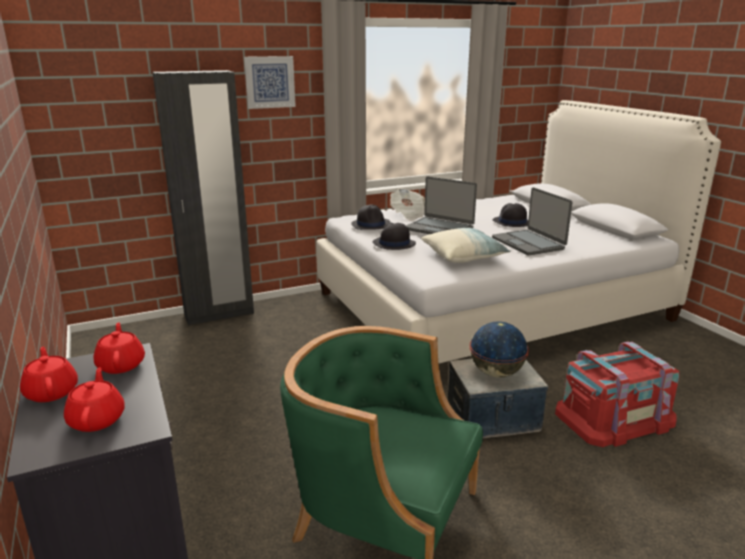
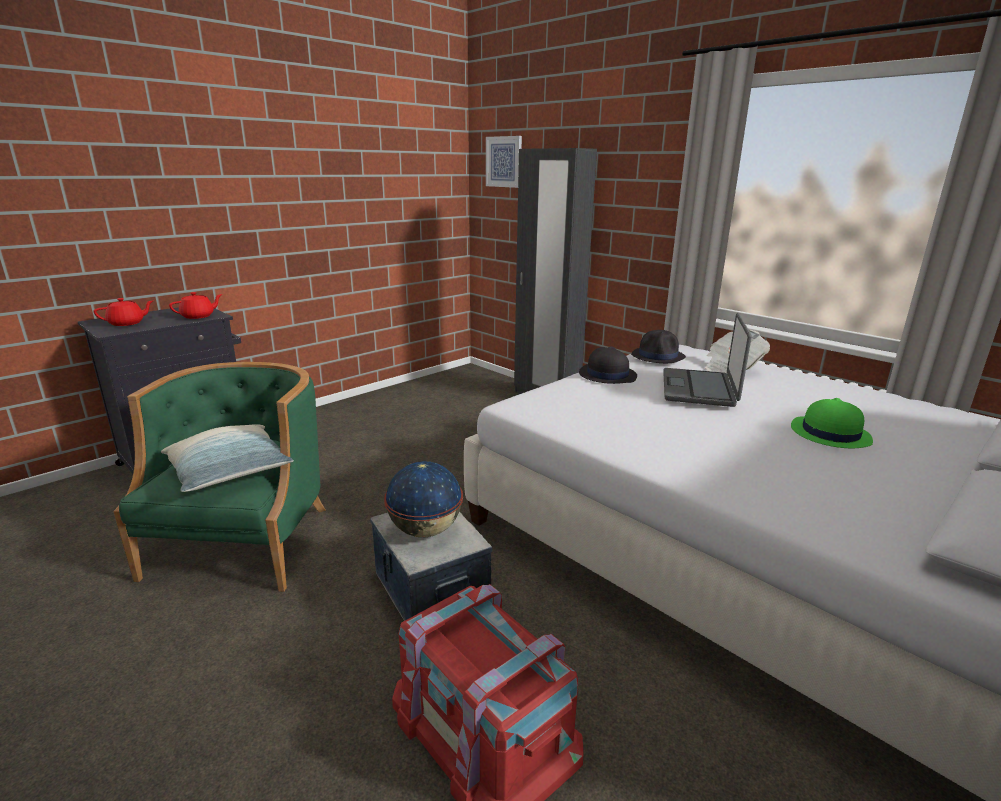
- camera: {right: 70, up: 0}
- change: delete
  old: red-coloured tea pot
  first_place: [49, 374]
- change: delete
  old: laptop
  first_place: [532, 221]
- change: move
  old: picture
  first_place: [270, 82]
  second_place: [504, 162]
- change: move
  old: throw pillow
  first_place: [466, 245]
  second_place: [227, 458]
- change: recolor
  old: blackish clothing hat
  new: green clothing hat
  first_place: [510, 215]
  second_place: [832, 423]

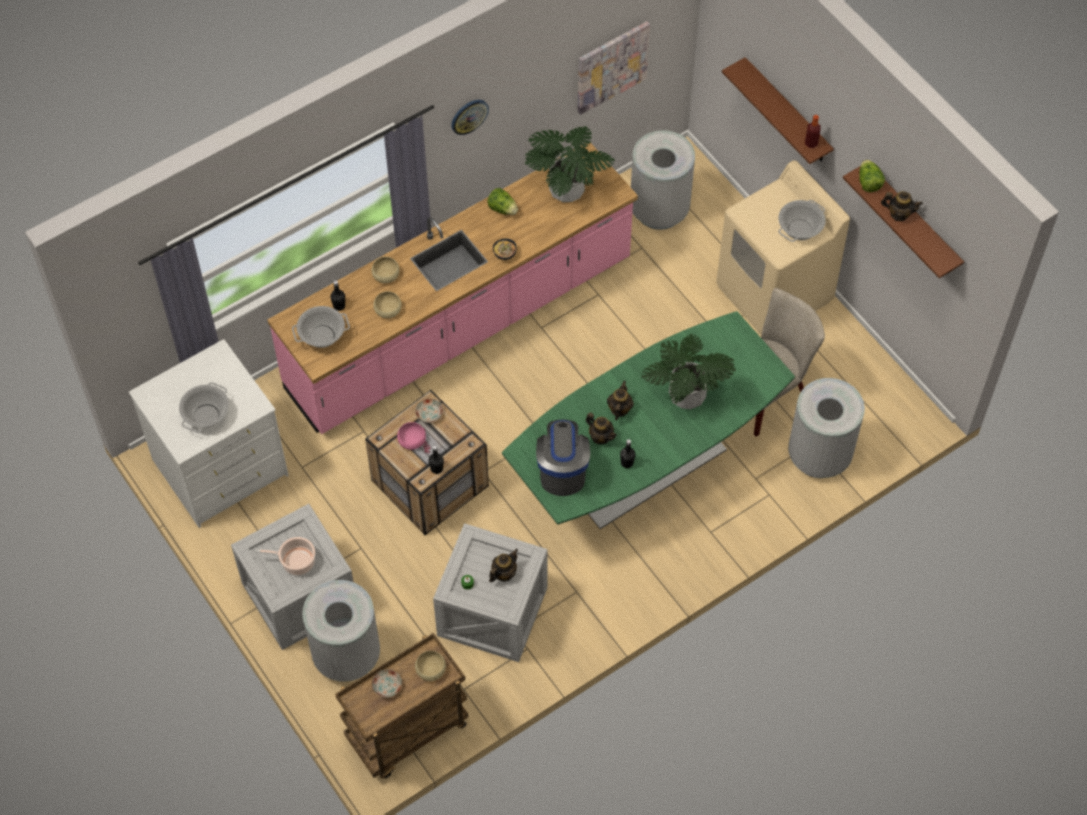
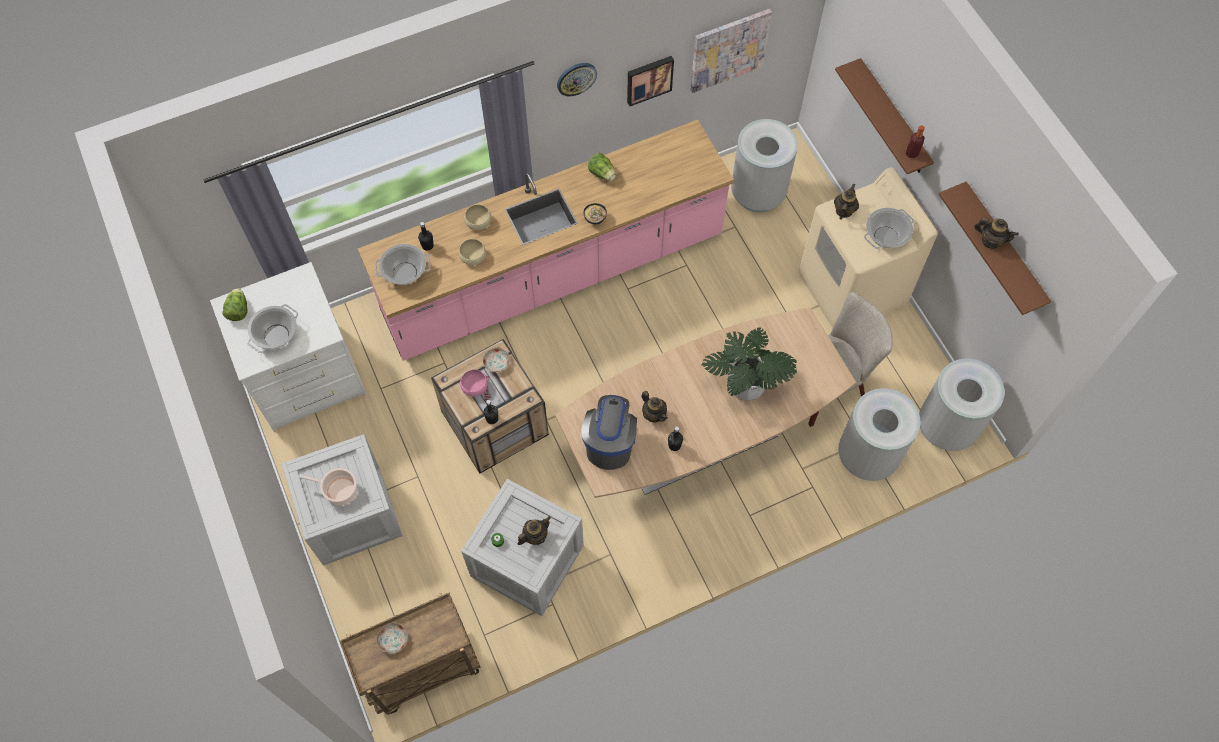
- camera: {right: 10, up: 5}
- change: delete
  old: sand-coloured serving bowl
  first_place: [430, 666]
- change: delete
  old: potted plant
  first_place: [570, 164]
- change: insert
  new: picture
  second_place: [650, 81]
- change: move
  old: grey trash can
  first_place: [341, 631]
  second_place: [961, 405]
- change: move
  old: tea pot
  first_place: [620, 400]
  second_place: [846, 202]
- change: move
  old: lettuce head
  first_place: [872, 176]
  second_place: [235, 304]
- change: recolor
  old: green kitchen table
  new: brownish kitchen table
  first_place: [648, 420]
  second_place: [705, 403]

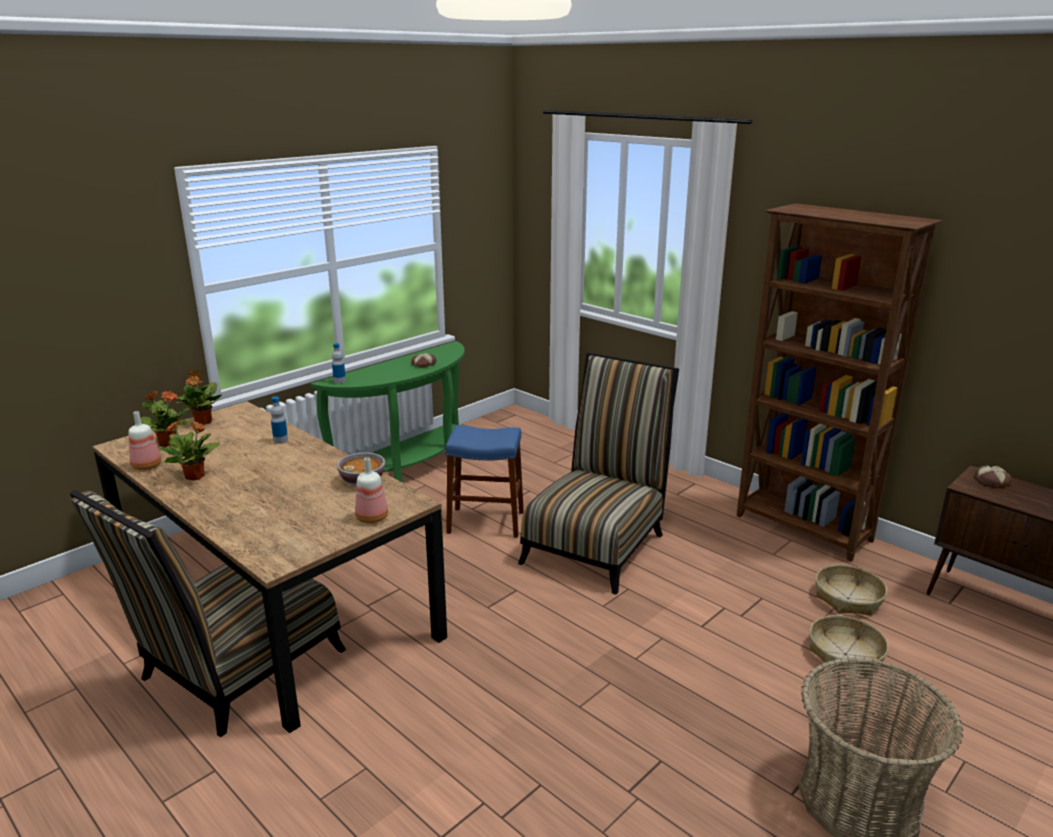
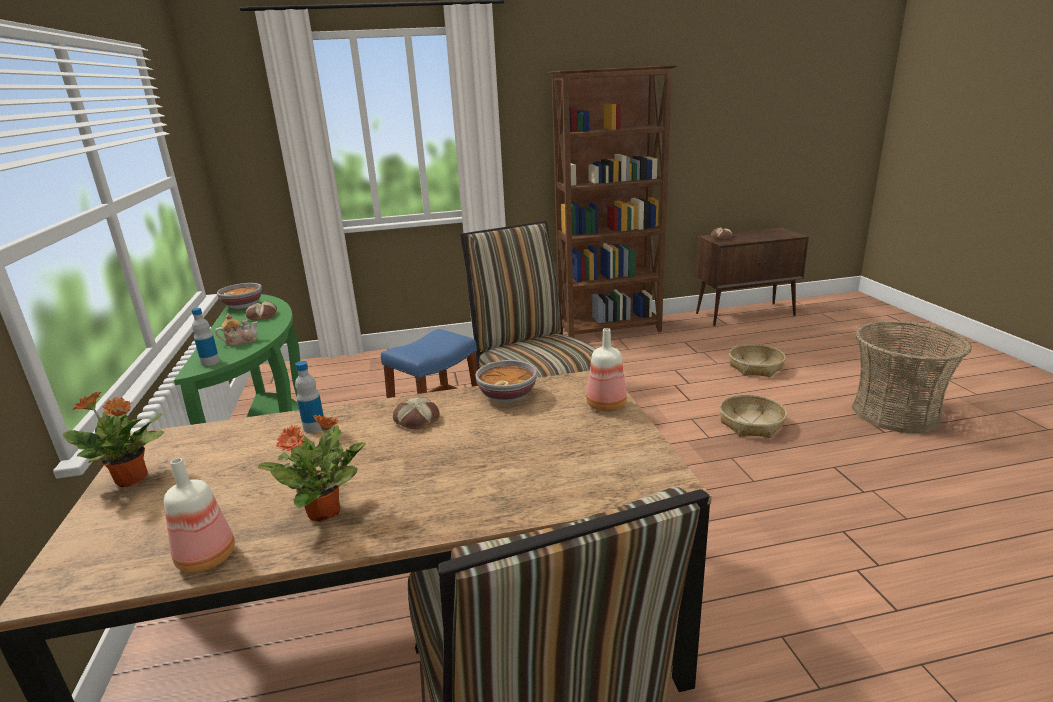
- camera: {right: -55, up: 0}
- change: delete
  old: potted plant
  first_place: [164, 419]
- change: insert
  new: tea pot
  second_place: [236, 330]
- change: insert
  new: serving bowl
  second_place: [239, 296]
- change: insert
  new: baked bread
  second_place: [416, 413]
- change: move
  old: storage basket
  first_place: [851, 590]
  second_place: [753, 416]

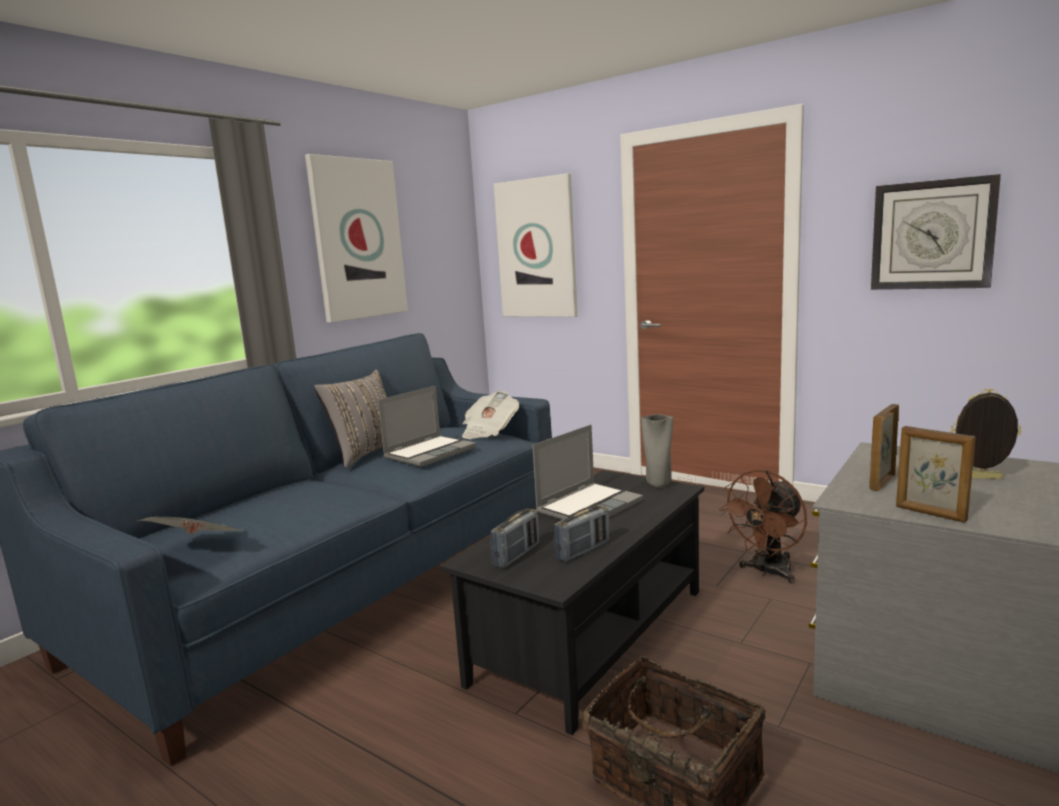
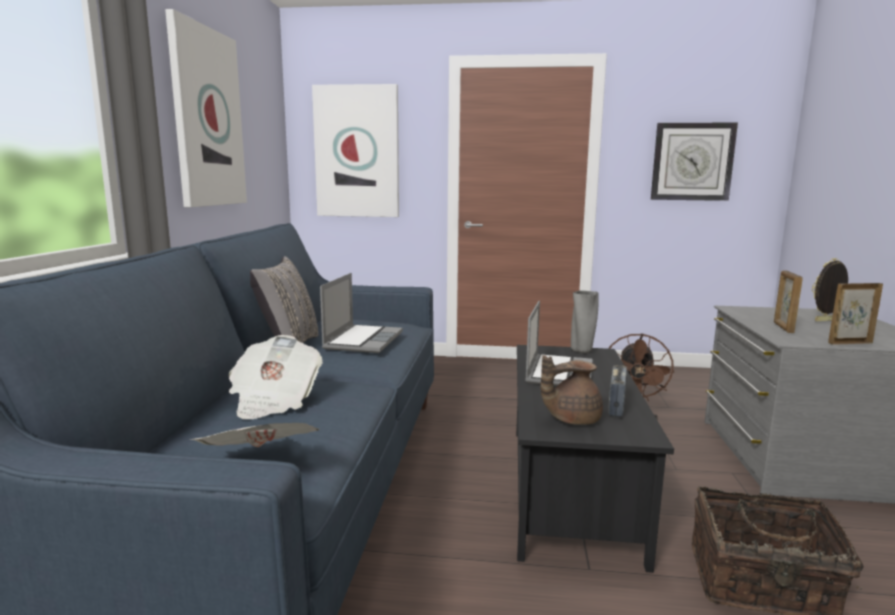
- camera: {right: -30, up: 0}
- change: move
  old: newspaper
  first_place: [490, 415]
  second_place: [275, 377]
- change: replace
  old: radio receiver
  new: brownish tea pot
  first_place: [514, 538]
  second_place: [572, 390]
- change: rotate
  old: standing frame
  first_place: [936, 474]
  second_place: [855, 314]
  degrees: 150

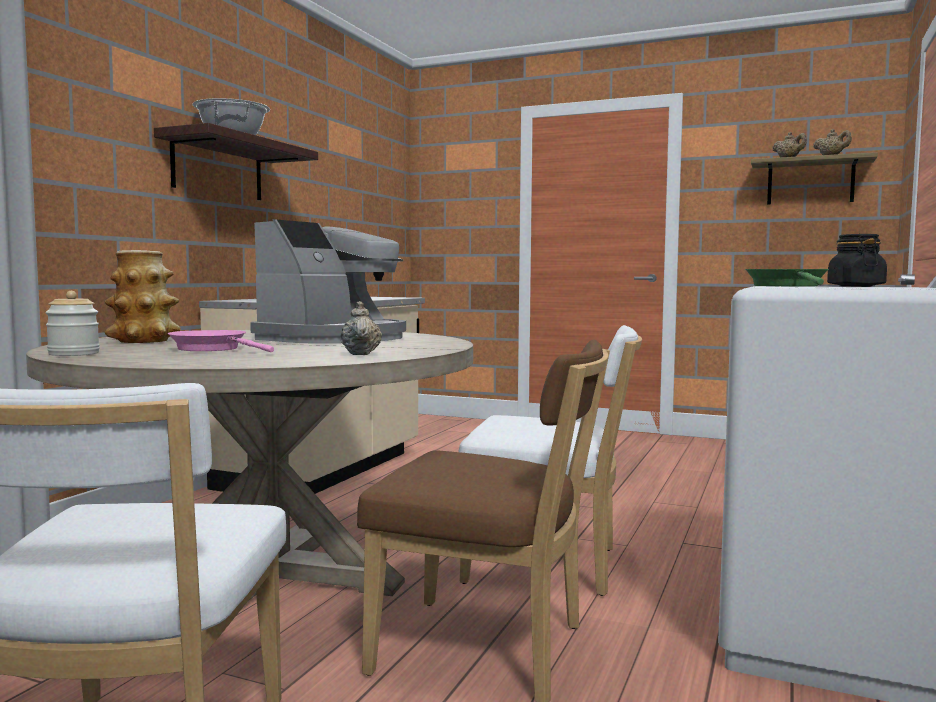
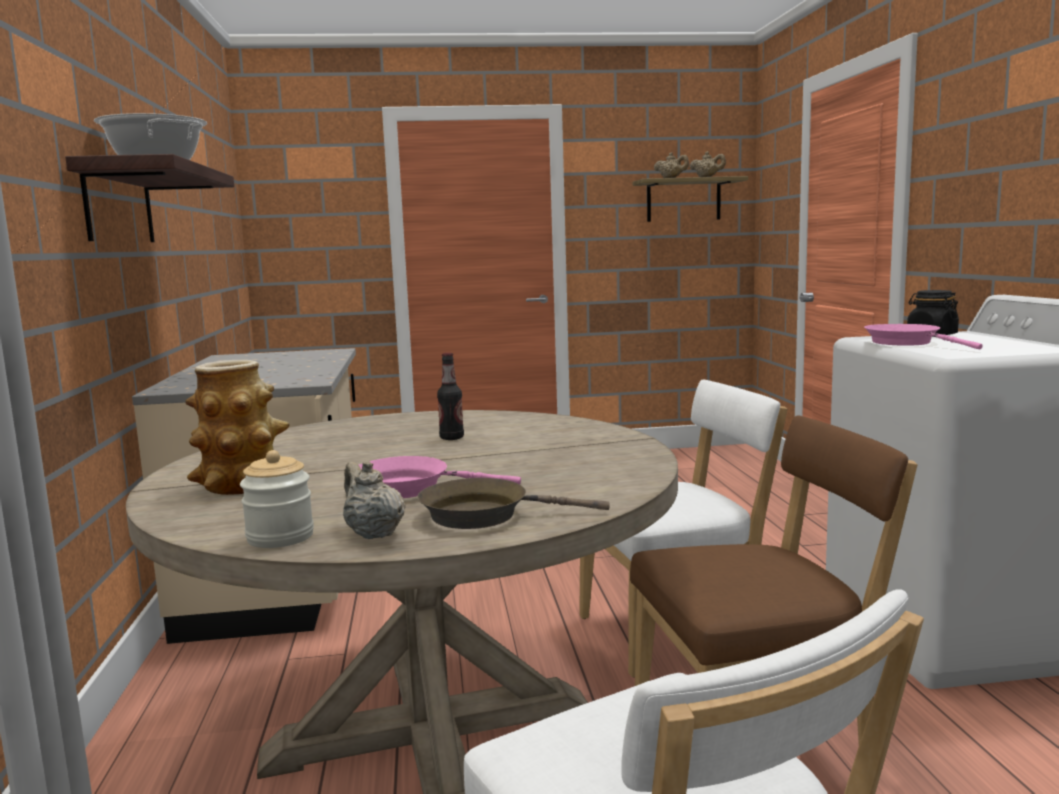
- camera: {right: -30, up: 5}
- change: insert
  new: brownish frying pan
  second_place: [514, 503]
- change: move
  old: sand-coloured tea pot
  first_place: [361, 328]
  second_place: [374, 499]
- change: replace
  old: coffee machine
  new: bottle
  first_place: [328, 281]
  second_place: [450, 396]
- change: recolor
  old: green frying pan
  new: pink-coloured frying pan
  first_place: [787, 278]
  second_place: [923, 336]

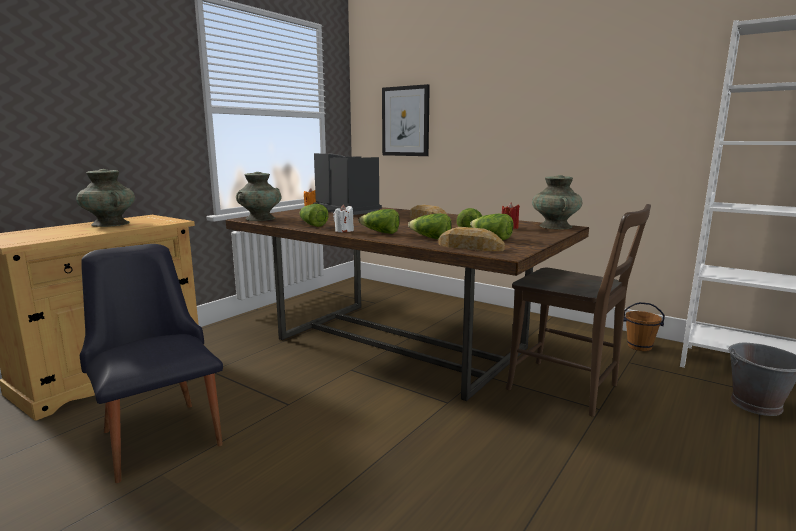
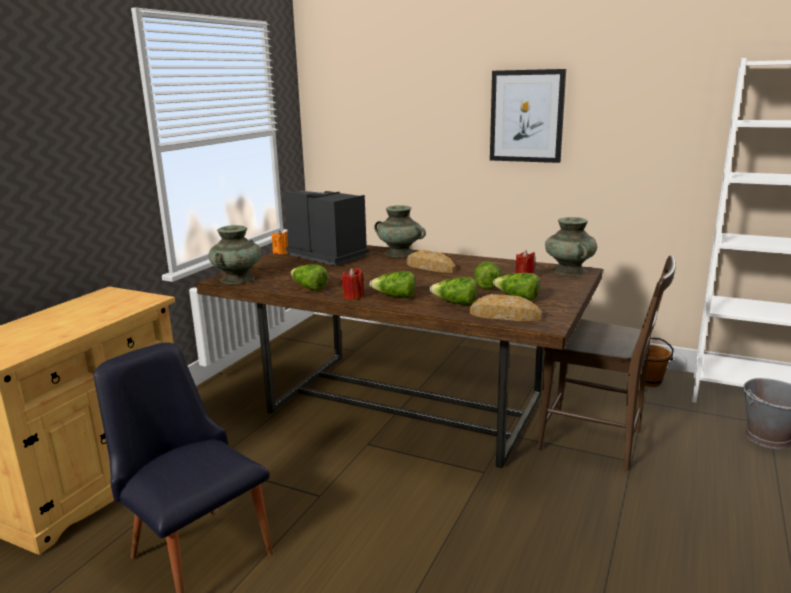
- camera: {right: -10, up: 5}
- change: move
  old: blue-green decorative vase
  first_place: [105, 198]
  second_place: [400, 231]
- change: move
  old: picture
  first_place: [406, 120]
  second_place: [528, 116]
- change: recolor
  old: whitish wax candle
  new: red-coloured wax candle
  first_place: [343, 218]
  second_place: [352, 284]

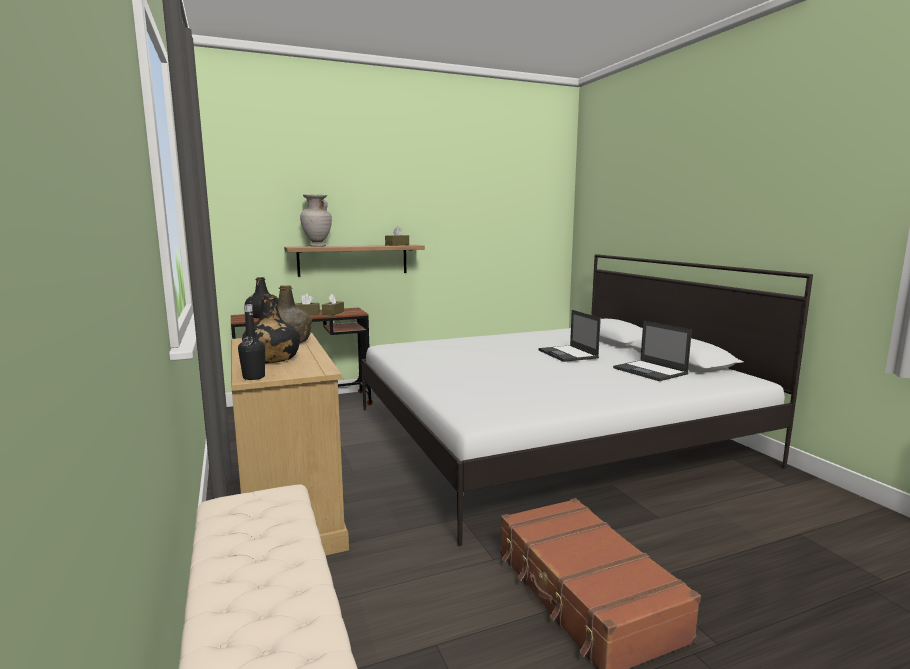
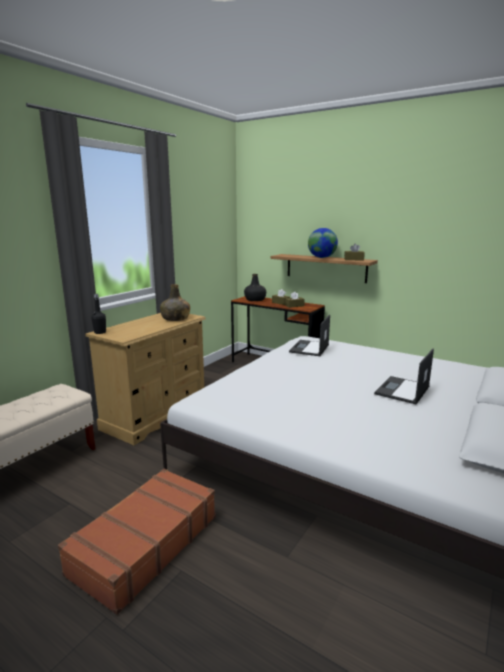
- camera: {right: 55, up: 5}
- change: delete
  old: blackish bottle
  first_place: [271, 328]
- change: delete
  old: sand-coloured decorative vase
  first_place: [316, 220]
- change: insert
  new: globe
  second_place: [323, 243]
- change: move
  old: laptop
  first_place: [652, 351]
  second_place: [309, 335]

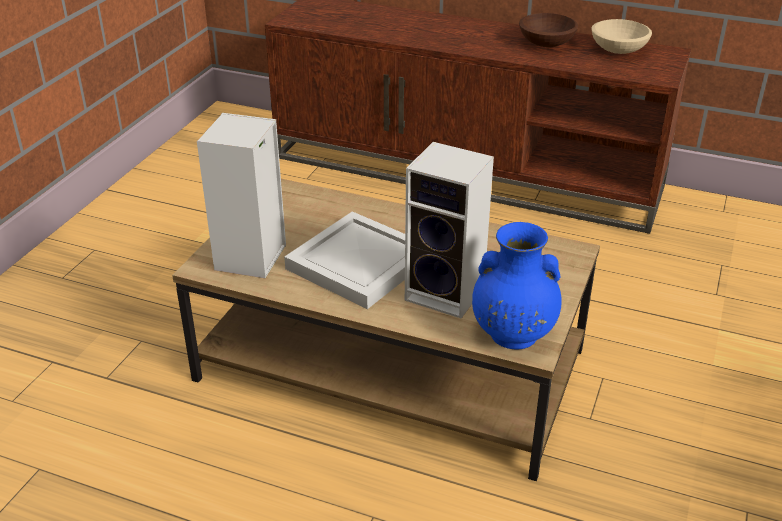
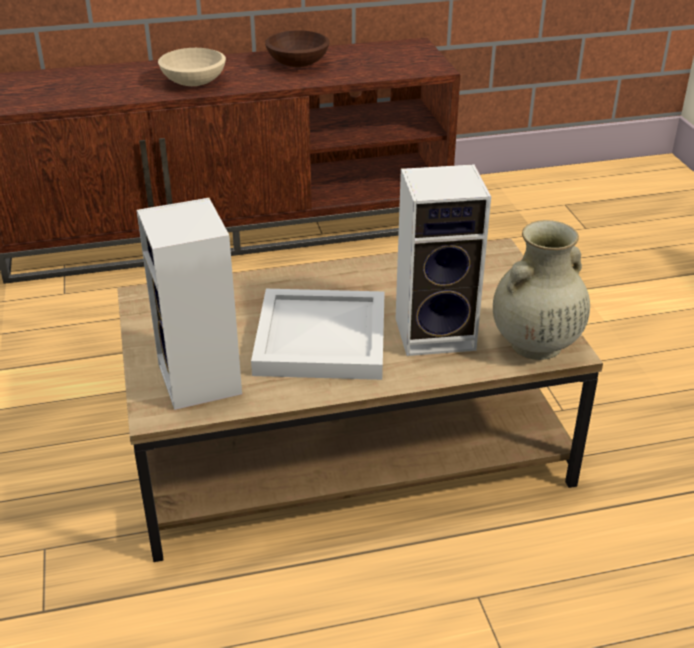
- camera: {right: -35, up: 0}
- change: move
  old: sand-coloured serving bowl
  first_place: [621, 36]
  second_place: [192, 67]
- change: recolor
  old: bluish decorative vase
  new: sand-coloured decorative vase
  first_place: [517, 286]
  second_place: [541, 290]

